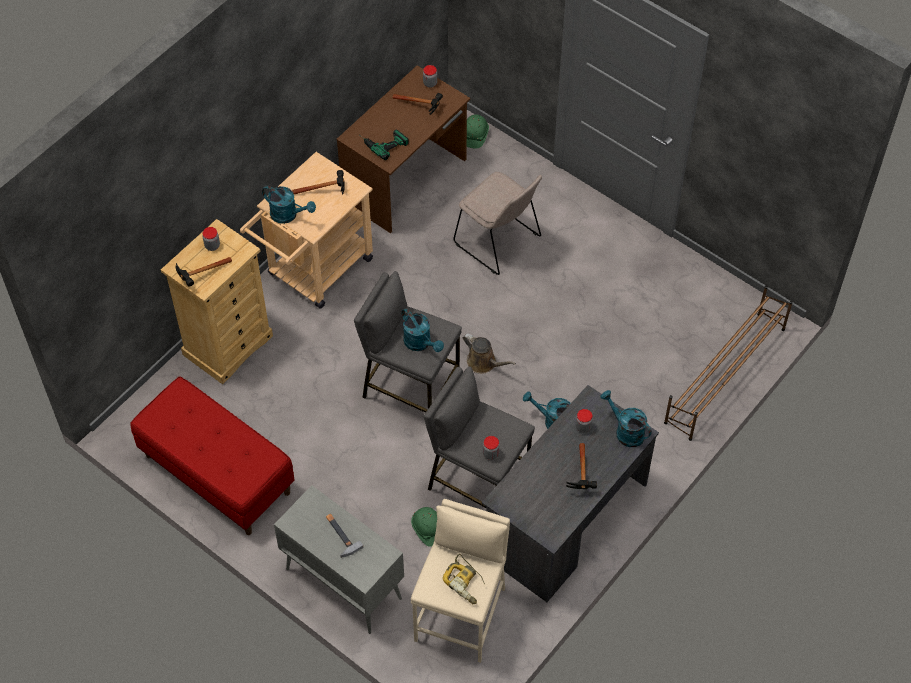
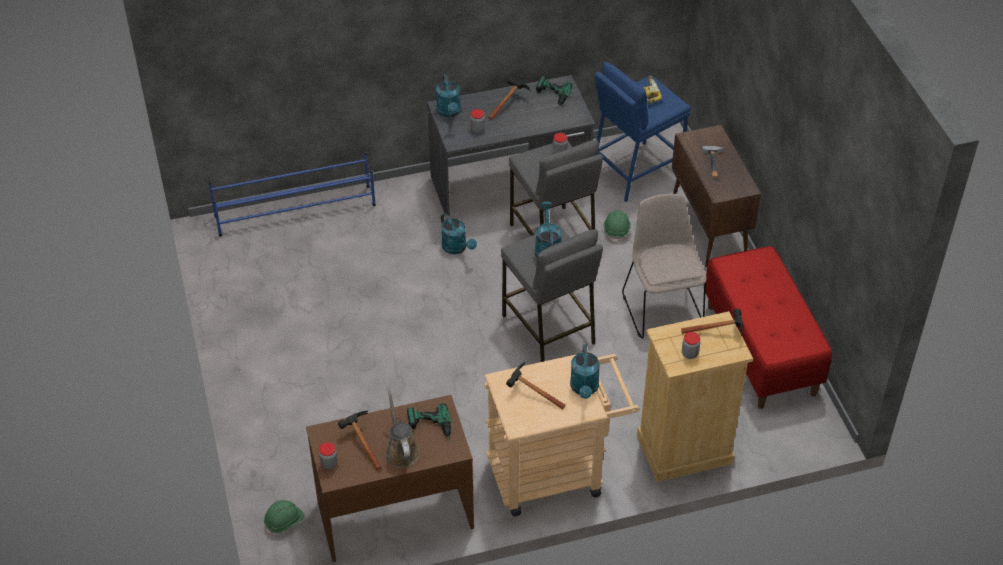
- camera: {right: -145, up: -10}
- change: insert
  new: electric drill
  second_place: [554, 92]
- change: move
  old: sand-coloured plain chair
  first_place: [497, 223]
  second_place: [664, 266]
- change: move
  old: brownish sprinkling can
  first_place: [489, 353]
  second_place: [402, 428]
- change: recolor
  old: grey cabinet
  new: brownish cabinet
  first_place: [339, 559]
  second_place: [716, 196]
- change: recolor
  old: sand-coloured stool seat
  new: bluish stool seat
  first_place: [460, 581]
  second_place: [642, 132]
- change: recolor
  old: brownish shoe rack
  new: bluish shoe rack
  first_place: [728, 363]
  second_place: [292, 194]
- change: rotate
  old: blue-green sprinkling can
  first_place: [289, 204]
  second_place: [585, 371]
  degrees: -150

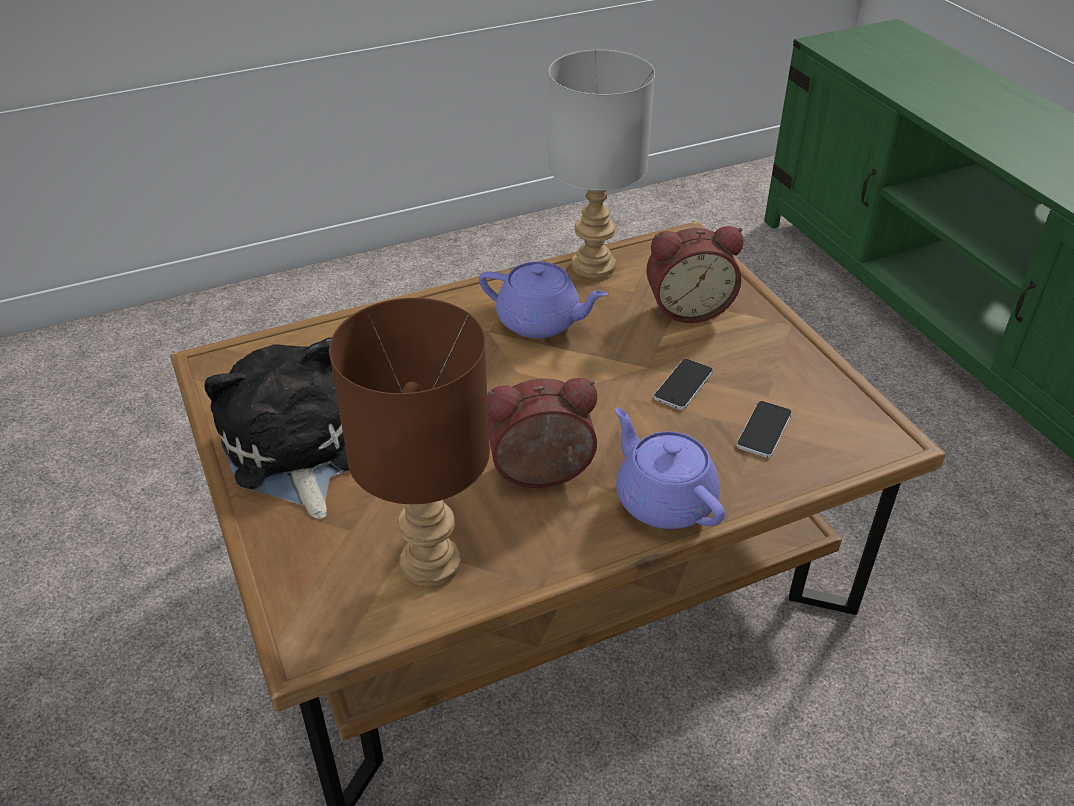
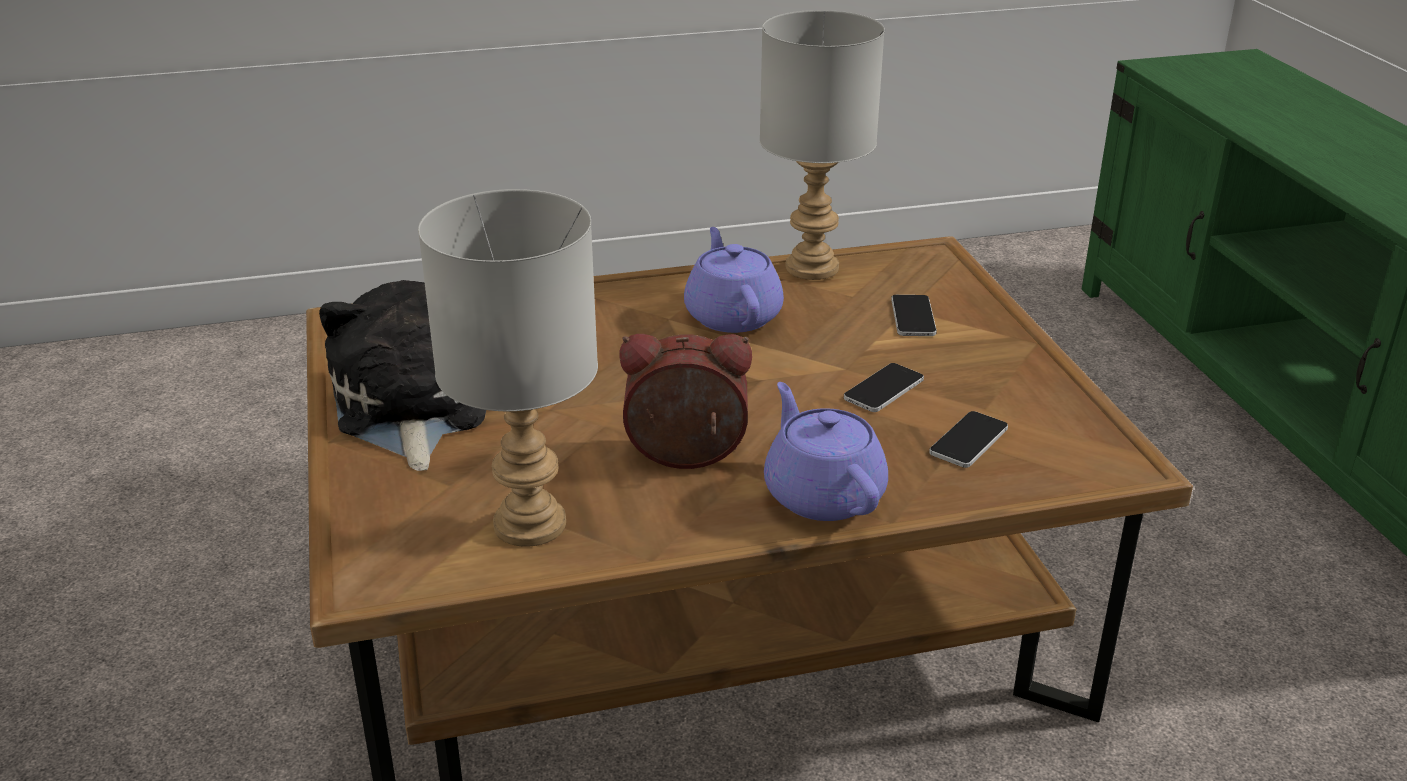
- camera: {right: 10, up: -10}
- change: replace
  old: alarm clock
  new: handset
  first_place: [695, 274]
  second_place: [914, 315]
- change: recolor
  old: brownish lamp for a table
  new: grey lamp for a table
  first_place: [409, 442]
  second_place: [508, 368]
- change: rotate
  old: purple tea pot
  first_place: [543, 300]
  second_place: [734, 280]
  degrees: -135

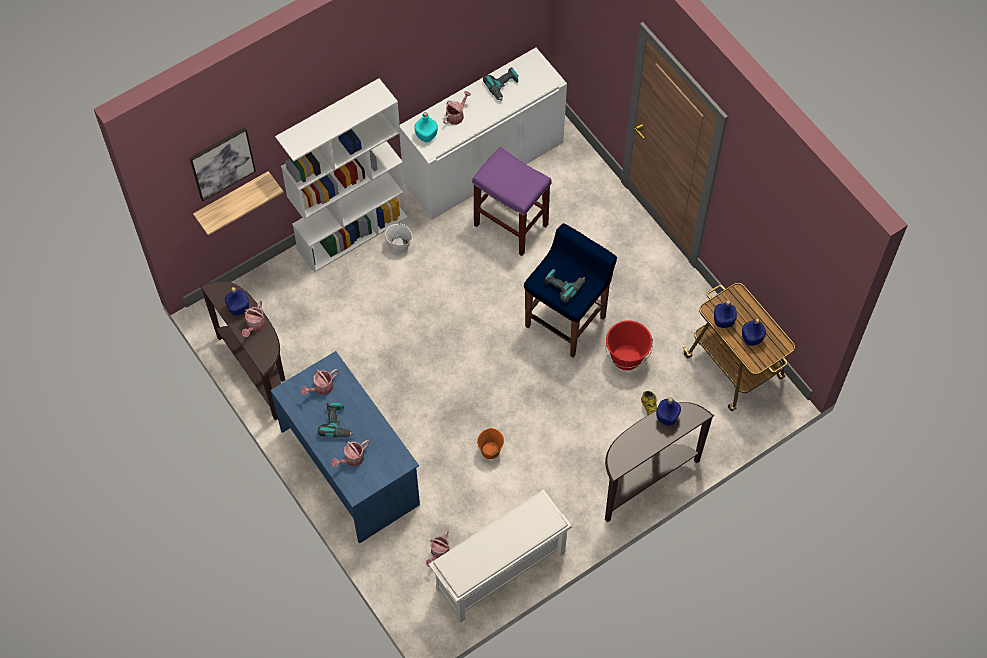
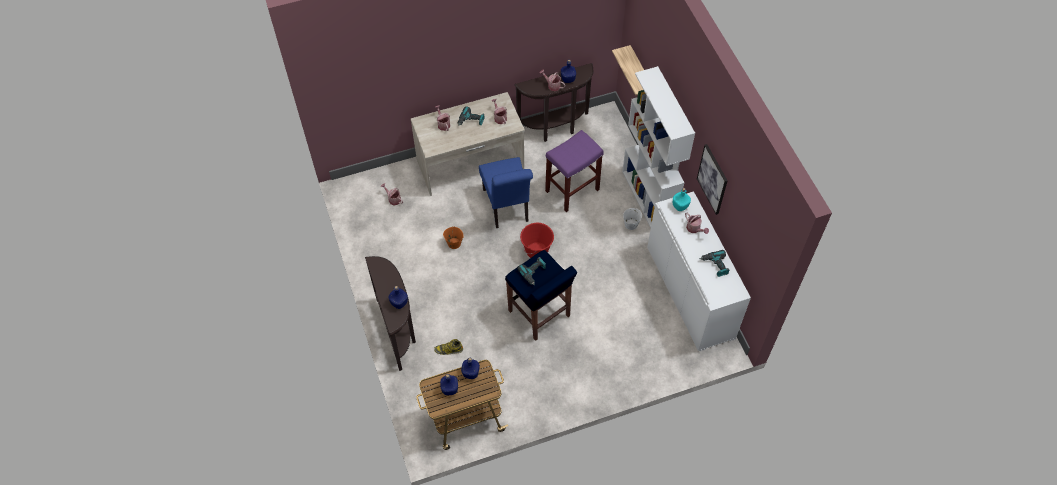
- camera: {right: 105, up: -5}
- change: delete
  old: whitish shoe rack
  first_place: [500, 556]
- change: insert
  new: bluish plain chair
  second_place: [506, 192]
- change: move
  old: picture
  first_place: [222, 164]
  second_place: [712, 179]
- change: move
  old: purple stool seat
  first_place: [512, 201]
  second_place: [574, 171]
- change: move
  old: red-coloured bucket
  first_place: [629, 345]
  second_place: [537, 240]
- change: recolor
  old: bluish desk table
  new: sand-coloured desk table
  first_place: [345, 447]
  second_place: [468, 144]

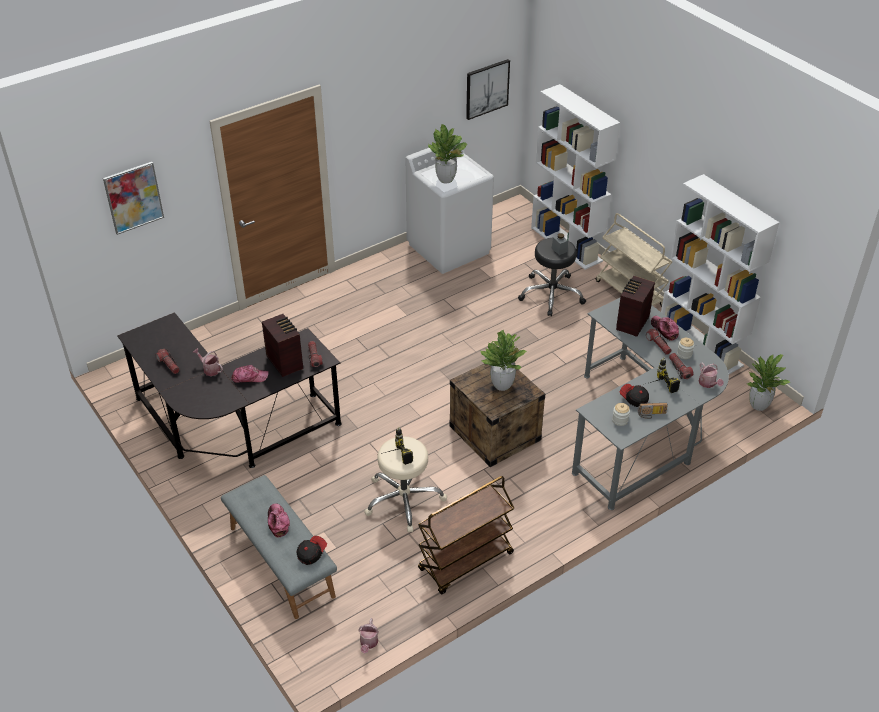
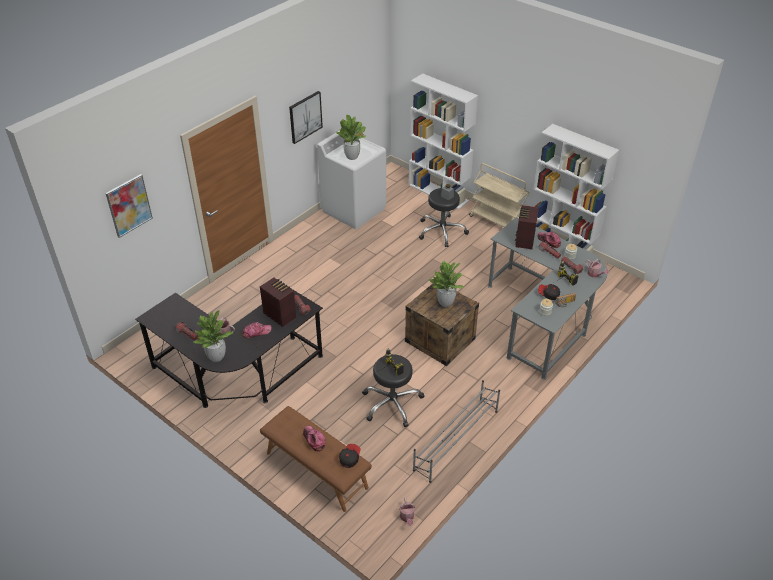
- camera: {right: -15, up: 0}
- change: move
  old: picture
  first_place: [488, 89]
  second_place: [306, 117]
- change: move
  old: potted plant
  first_place: [768, 382]
  second_place: [213, 336]
- change: replace
  old: brownish cart
  new: grey shoe rack
  first_place: [466, 535]
  second_place: [456, 431]
- change: recolor
  old: grey long seat
  new: brownish long seat
  first_place: [279, 547]
  second_place: [316, 459]
- change: recolor
  old: sand-coloured stool seat
  new: blackish stool seat
  first_place: [405, 484]
  second_place: [393, 390]

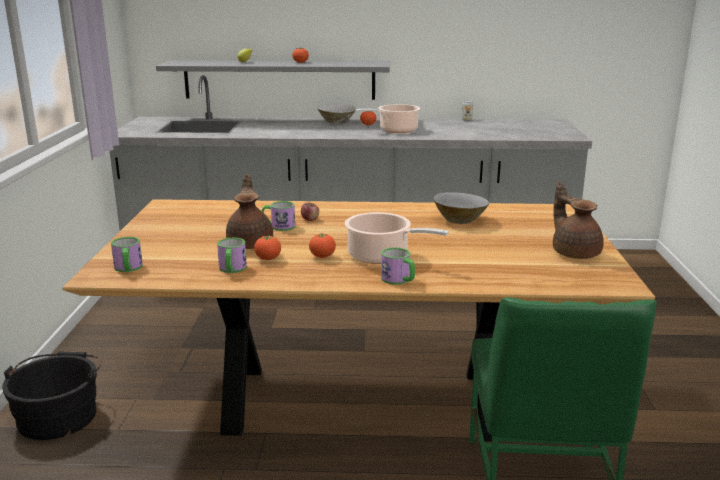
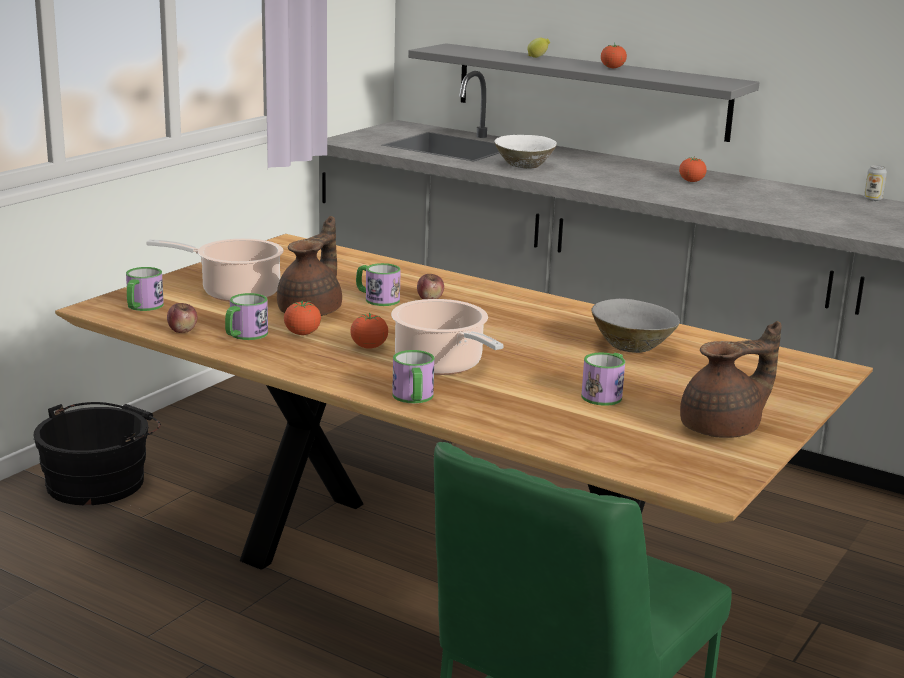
- camera: {right: 30, up: 0}
- change: insert
  new: apple fruit
  second_place: [182, 318]
- change: insert
  new: coffee mug
  second_place: [603, 379]
- change: move
  old: whitish serving bowl
  first_place: [337, 113]
  second_place: [525, 152]
- change: move
  old: stockpot
  first_place: [388, 118]
  second_place: [215, 270]
- change: rotate
  old: brownish tea pot
  first_place: [578, 220]
  second_place: [730, 379]
  degrees: 60

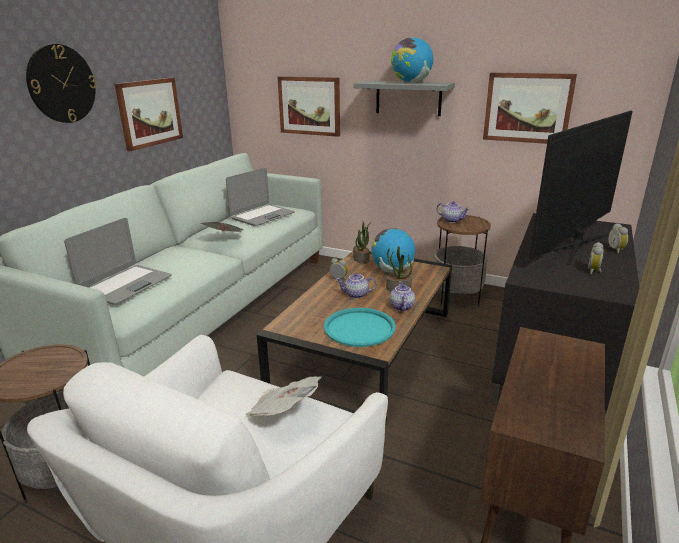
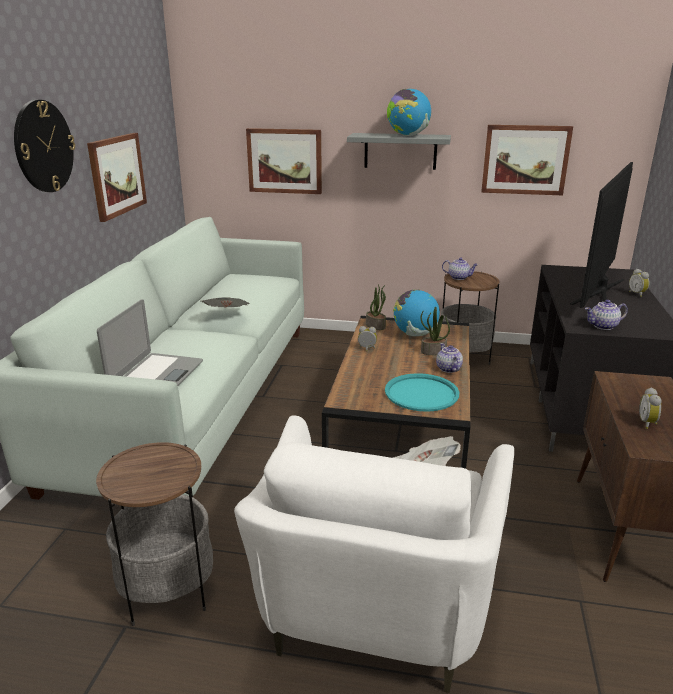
- camera: {right: -15, up: 0}
- change: delete
  old: laptop
  first_place: [260, 197]
- change: move
  old: tea pot
  first_place: [357, 286]
  second_place: [606, 315]
- change: move
  old: alarm clock
  first_place: [596, 258]
  second_place: [650, 408]

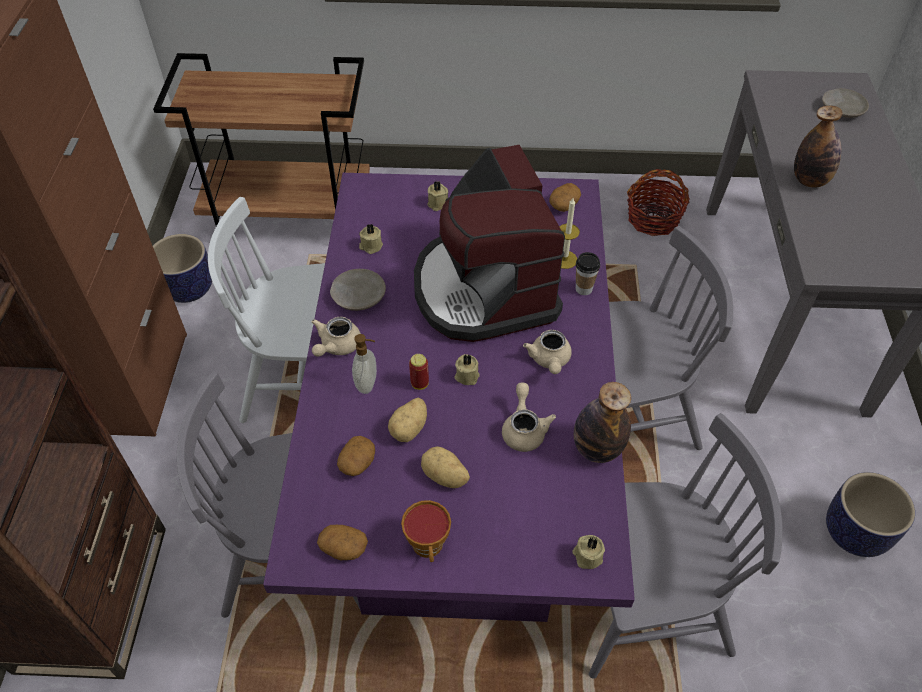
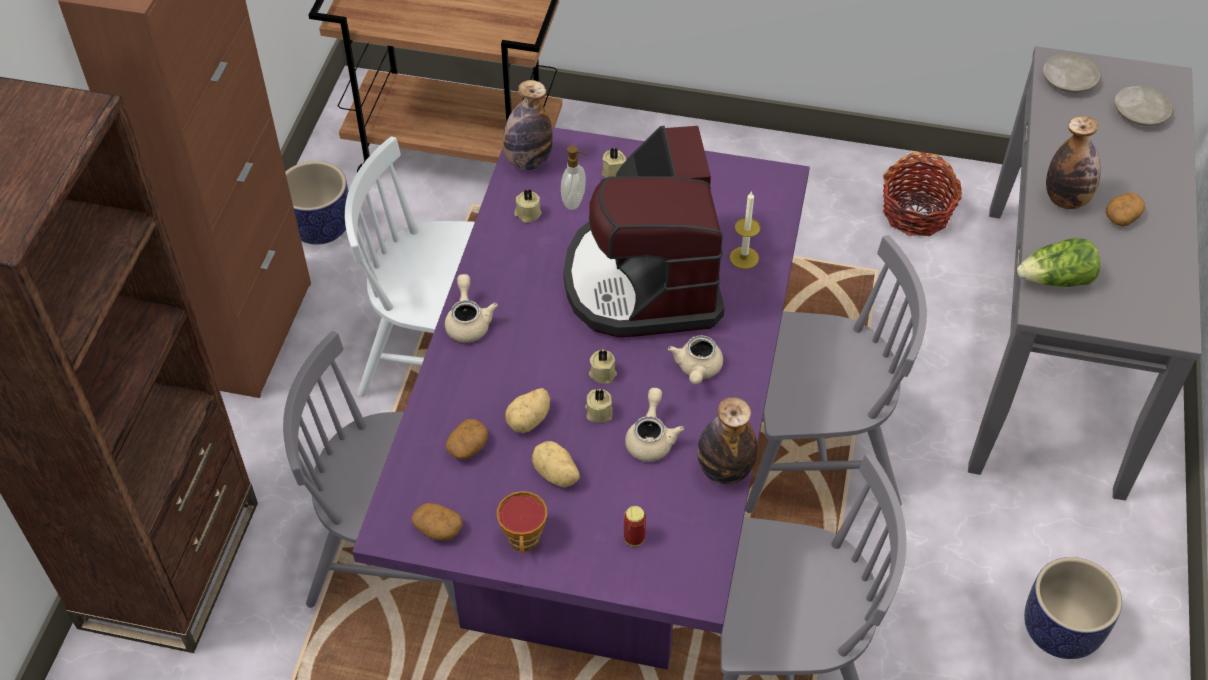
- camera: {right: 10, up: 0}
- change: delete
  old: cup
  first_place: [588, 273]
- change: insert
  new: bottle
  second_place: [528, 125]
- change: insert
  new: lettuce head
  second_place: [1058, 262]
- change: move
  old: sand-coloured plate
  first_place: [358, 290]
  second_place: [1071, 73]
- change: move
  old: liquid soap bottle
  first_place: [364, 364]
  second_place: [574, 177]
- change: move
  old: can
  first_place: [419, 372]
  second_place: [635, 526]
- change: move
  old: spud
  first_place: [565, 197]
  second_place: [1125, 210]
- change: move
  old: sand-coloured wax candle
  first_place: [588, 552]
  second_place: [599, 406]
- change: rotate
  old: sand-coloured tea pot
  first_place: [336, 337]
  second_place: [471, 308]
  degrees: 135

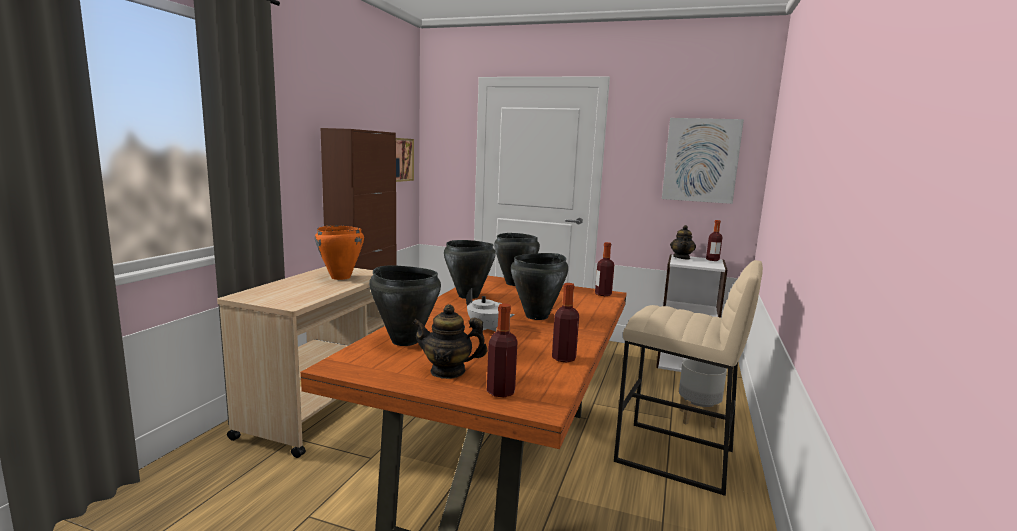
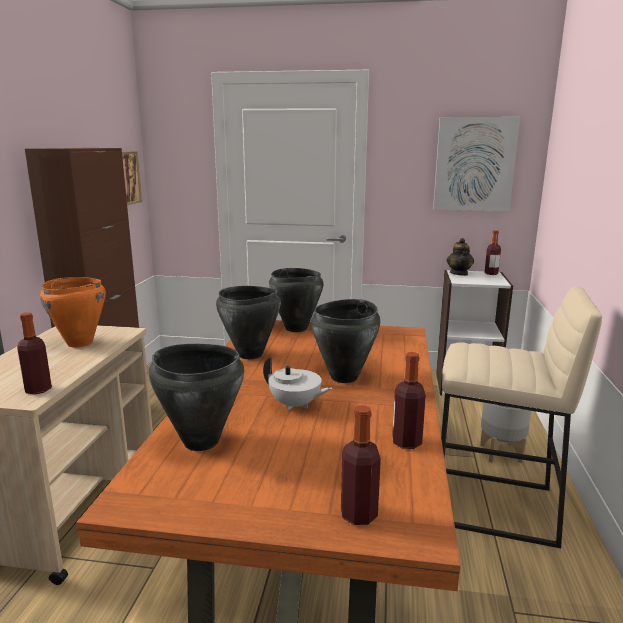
- camera: {right: -10, up: 5}
- change: delete
  old: tea pot
  first_place: [449, 341]
- change: move
  old: bottle
  first_place: [604, 269]
  second_place: [34, 353]

